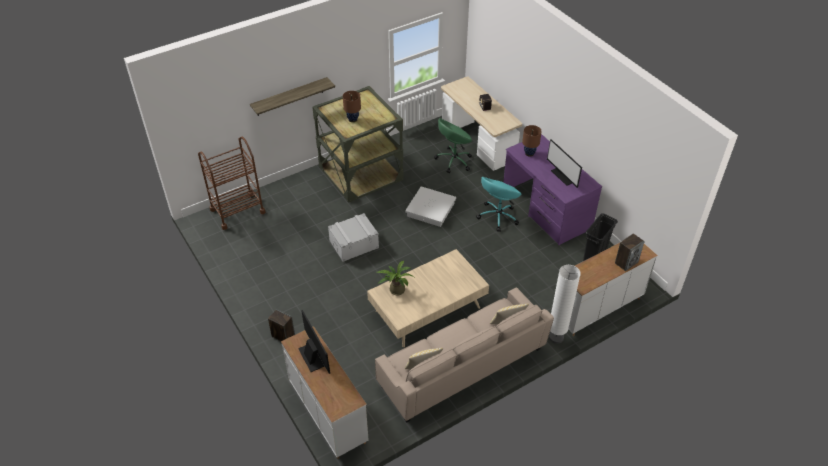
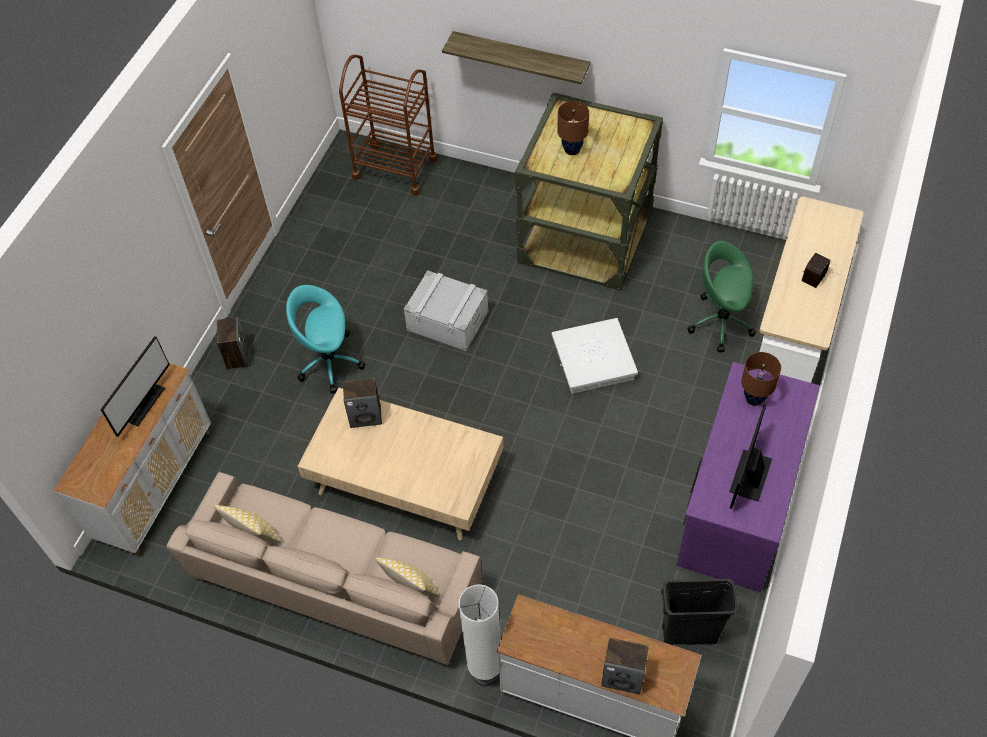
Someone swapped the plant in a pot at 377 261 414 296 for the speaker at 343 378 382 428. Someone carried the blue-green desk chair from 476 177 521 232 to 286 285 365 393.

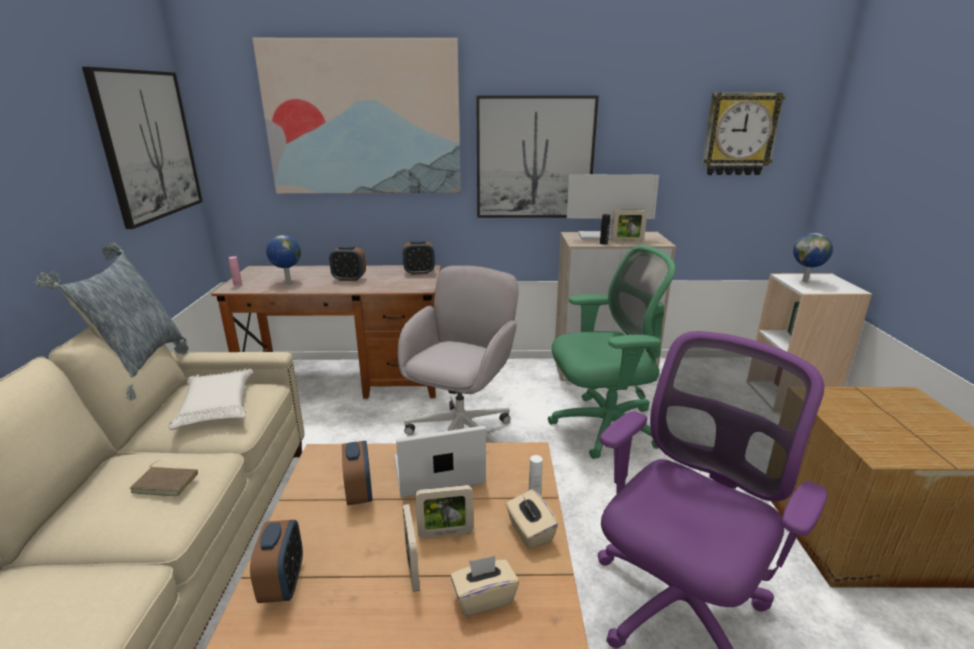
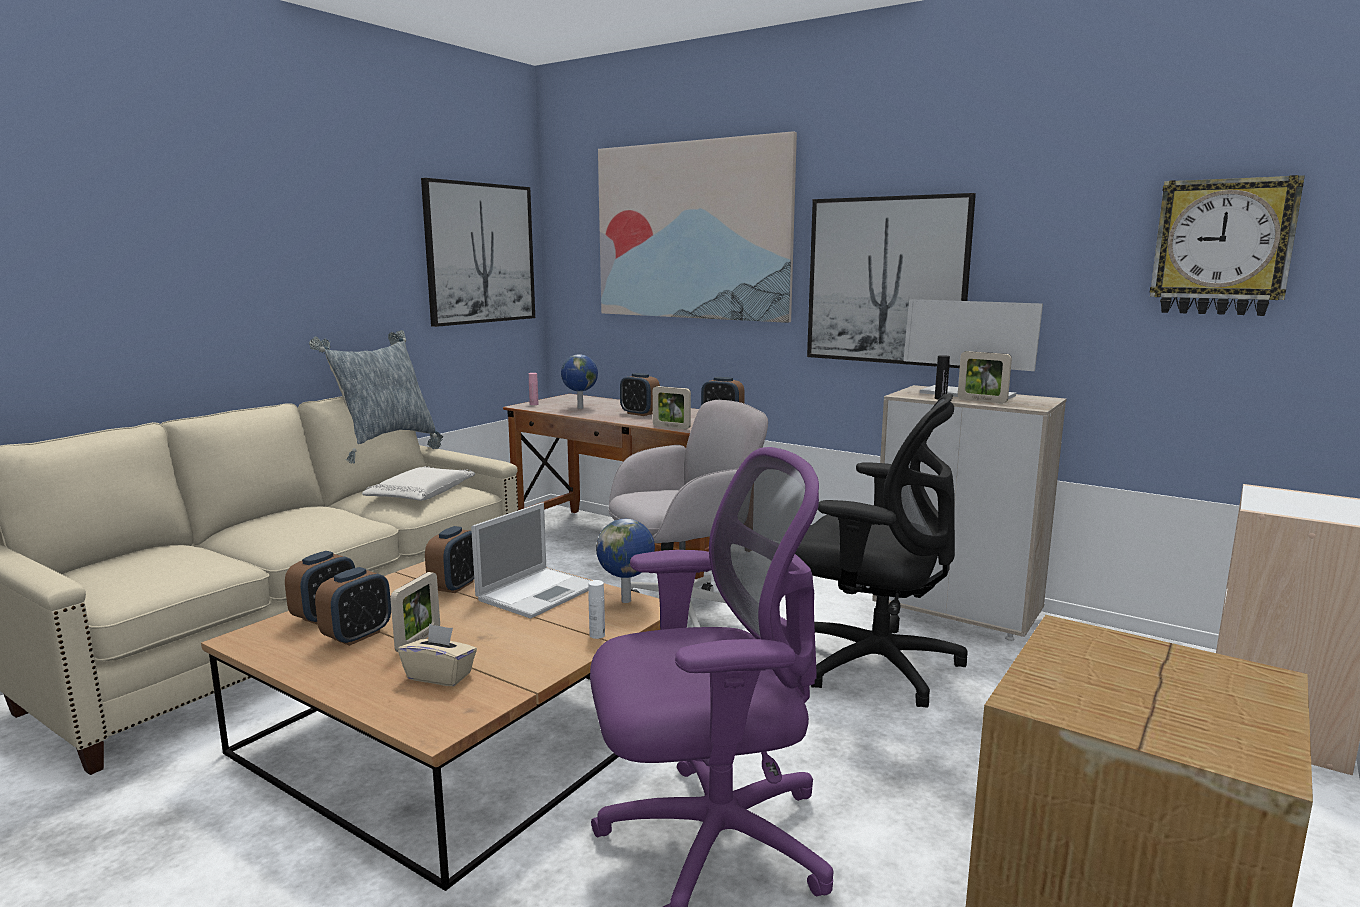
Someone took away the brown book at 130 461 198 496. Someone rotated the notebook computer at 394 426 486 498 by 105 degrees clockwise. Someone carried the picture frame from 415 485 473 538 to 653 386 691 429. Someone took away the beige tissue box at 505 489 558 549. Someone repainted the green-coloured desk chair at 548 245 675 459, which became the black-coloured desk chair at 795 393 968 708. Someone carried the world globe from 793 233 833 282 to 596 519 655 603. Someone put down the alarm clock at 315 567 391 646.

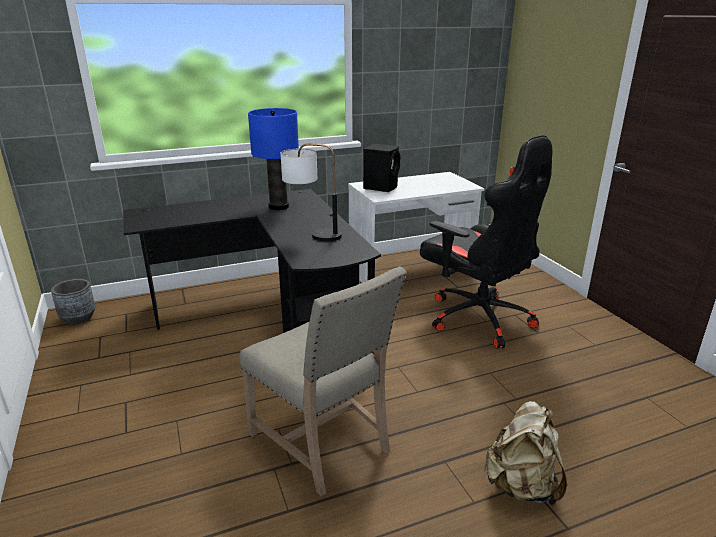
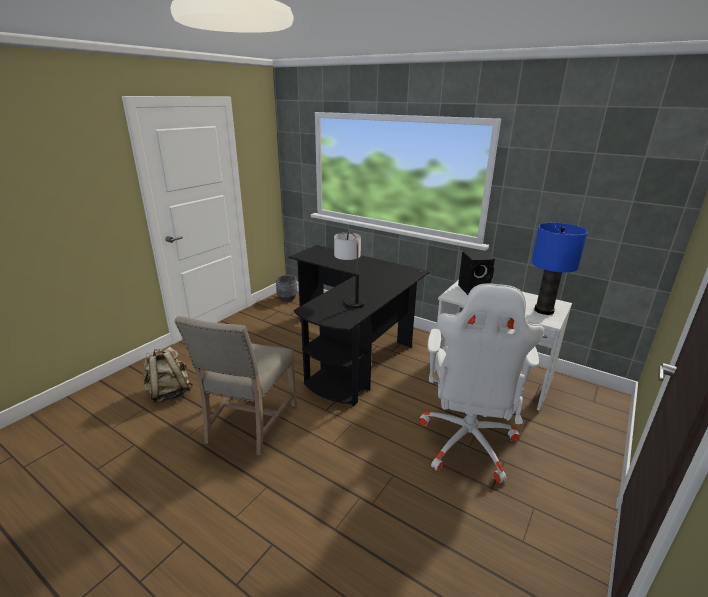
Someone carried the blue lamp for a table from 248 108 299 210 to 532 223 588 315. Someone repainted the black-coloured desk chair at 420 135 552 348, which became the white-coloured desk chair at 419 283 544 483. Someone carried the beige rucksack from 484 401 567 506 to 143 347 193 403.

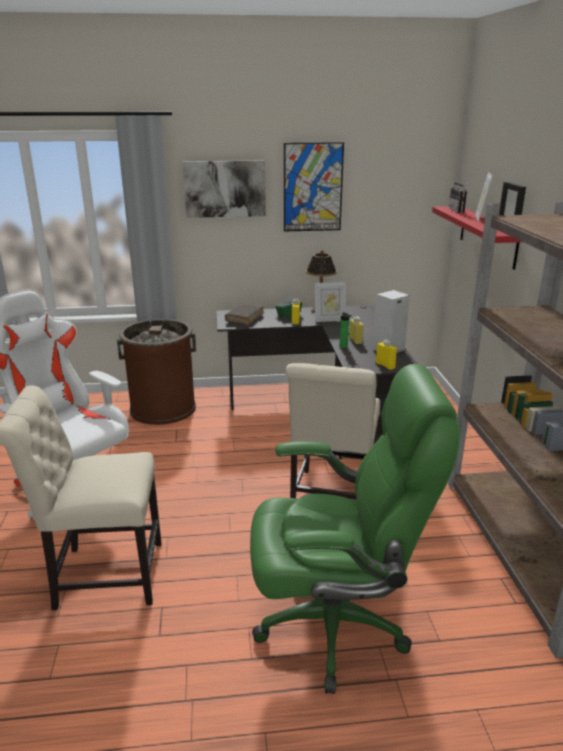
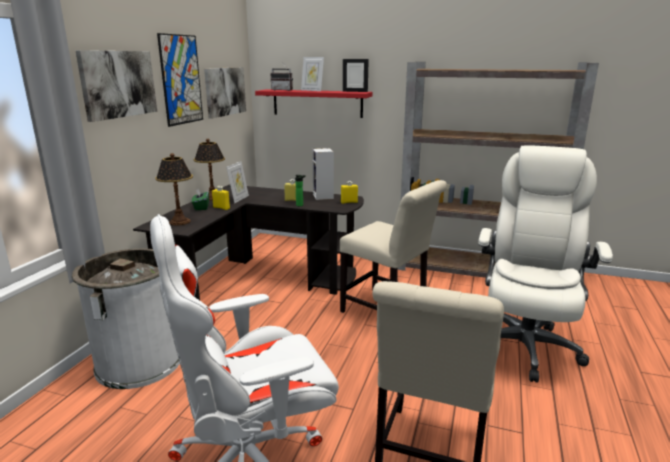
Someone repainted the brown waste bin at 117 319 196 425, which became the white-coloured waste bin at 72 248 181 389. Someone swapped the brown book at 225 304 264 325 for the lamp for a table at 155 153 193 226. Someone repainted the green-coloured desk chair at 250 364 460 694, which became the white-coloured desk chair at 478 145 613 383. Someone put up the wall art at 204 67 246 119.

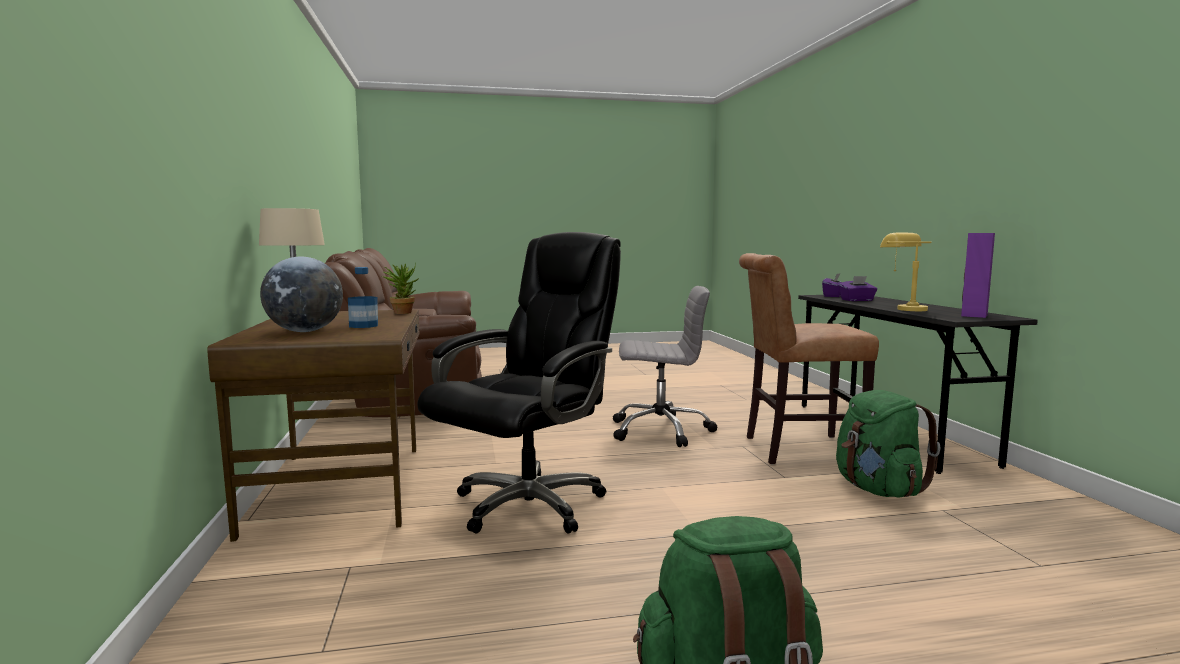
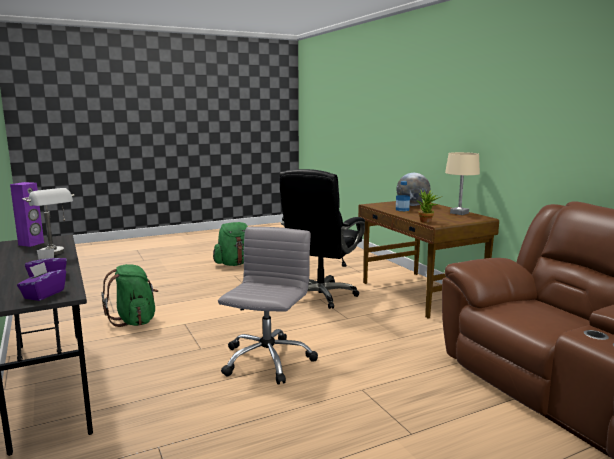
Someone rotated the greyish desk chair at 613 286 717 447 by 120 degrees clockwise. Someone took away the brown chair at 739 253 879 464. Someone repainted the yellow lamp for a table at 880 233 931 311, which became the greyish lamp for a table at 22 188 74 255.

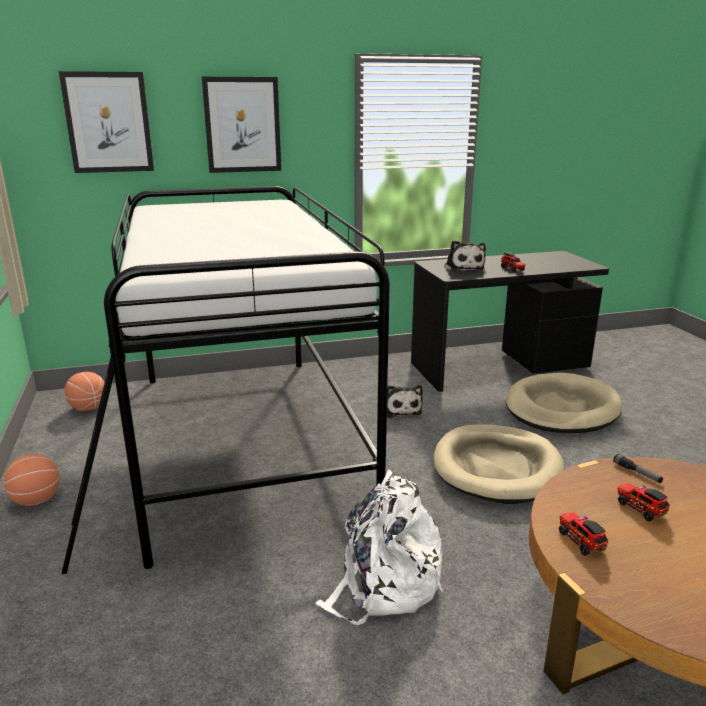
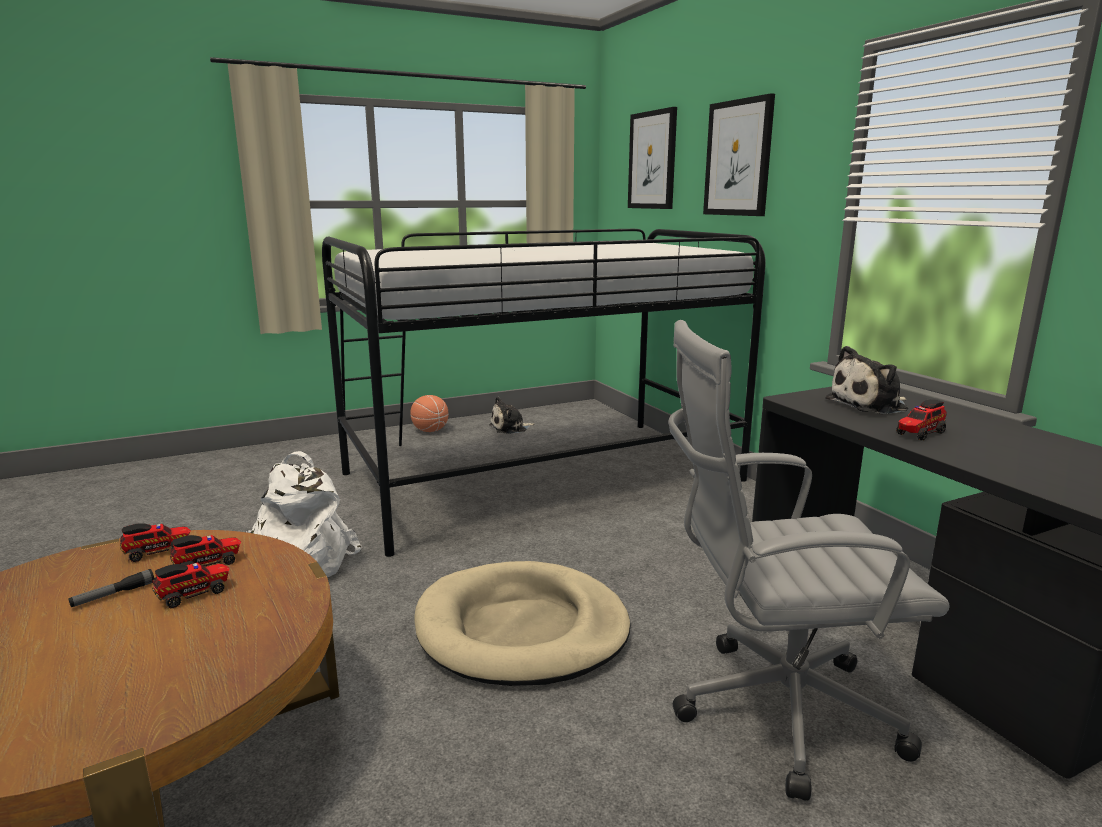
Someone took away the basketball ball at 64 372 105 411. Someone carried the cuddly toy from 387 385 423 418 to 489 397 534 434. Someone swapped the beige dog bed at 506 373 622 433 for the greyish desk chair at 669 320 949 801. Someone carried the torch from 613 454 663 483 to 69 569 154 607. Someone put down the model truck at 170 535 241 567.

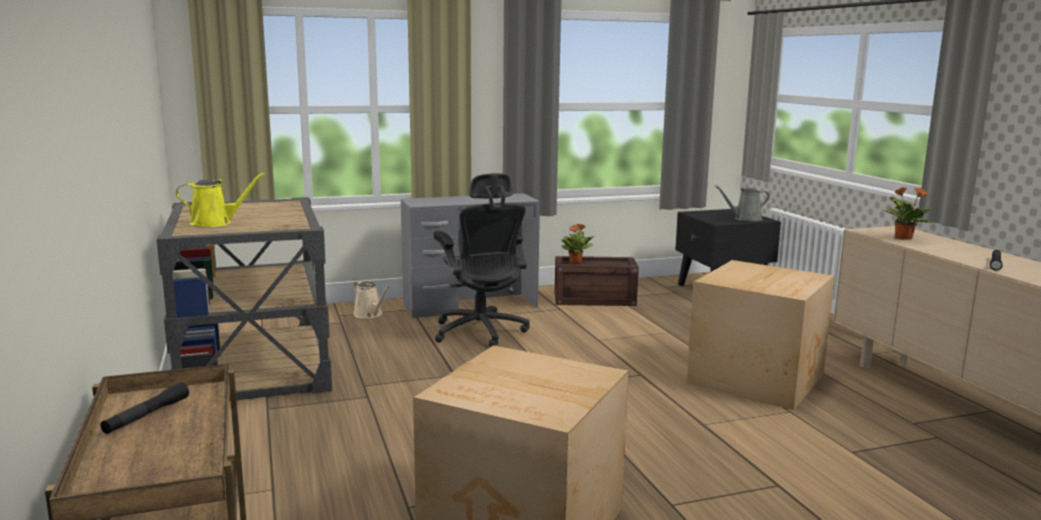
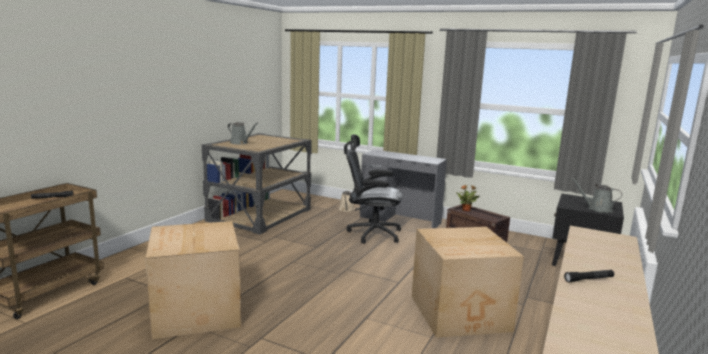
Someone repainted the yellow sprinkling can at 176 173 265 227, which became the greyish sprinkling can at 228 122 258 144. Someone rotated the desk chair at 434 173 530 347 by 75 degrees clockwise. Someone took away the plant in a pot at 883 187 934 240.

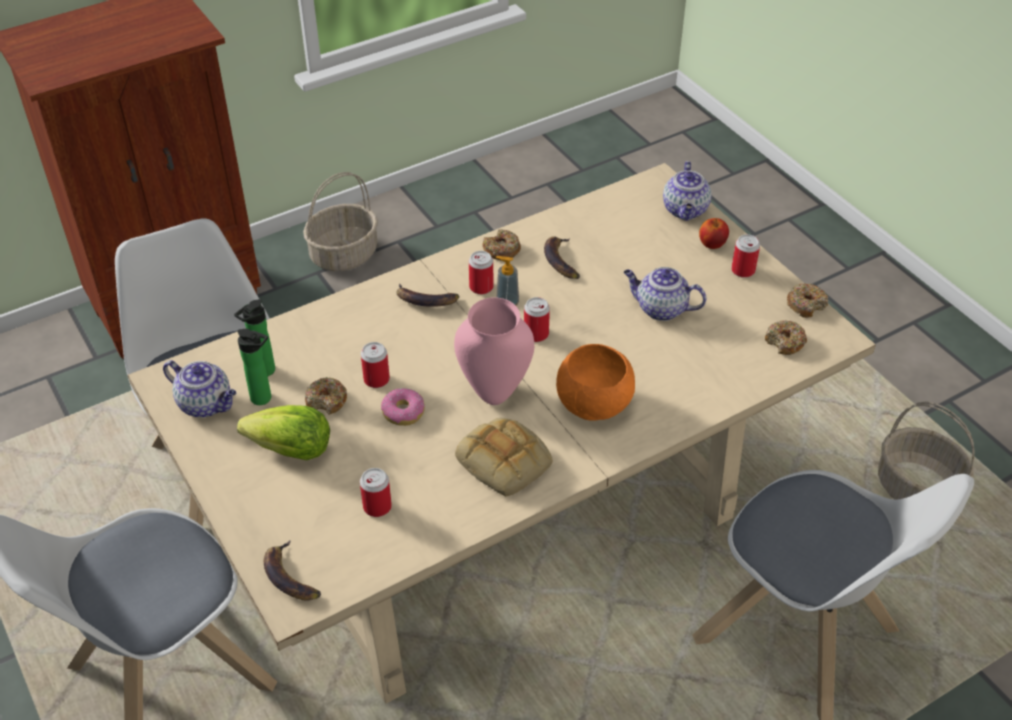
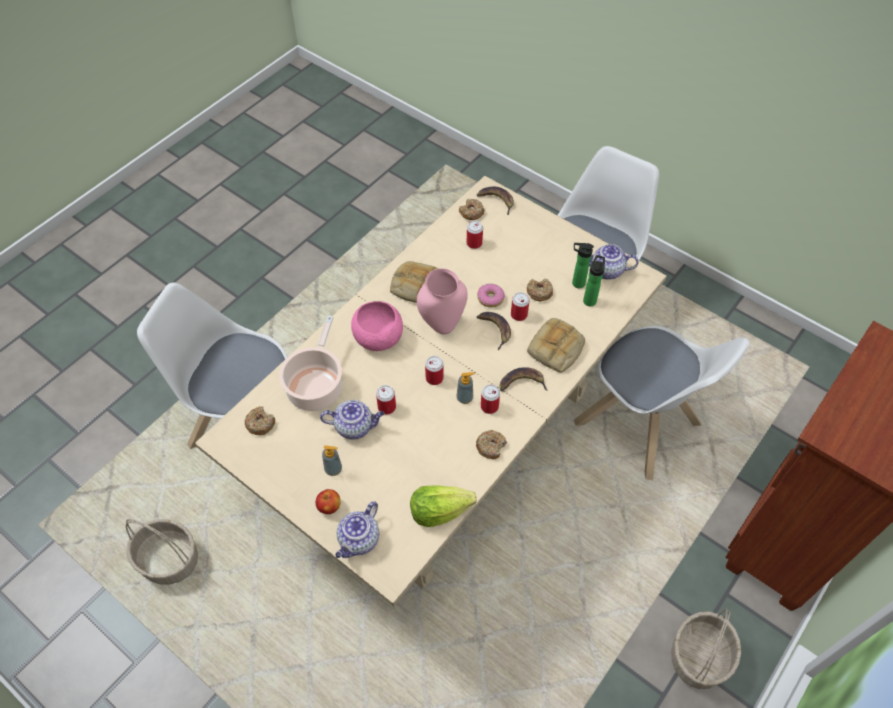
Someone carried the lettuce head from 237 405 330 460 to 410 486 477 527. Someone carried the banana fruit from 544 236 580 279 to 477 312 511 350. Someone repainted the orange-coloured deep dish at 556 344 635 421, which became the pink deep dish at 351 301 403 351. Someone rotated the pot for tea at 663 161 712 221 by 135 degrees counterclockwise. Someone carried the can from 731 234 760 278 to 376 385 396 415. Someone carried the doughnut from 787 283 828 318 to 459 199 484 220. Someone put down the cooking pot at 279 316 342 411. Someone put down the soap bottle at 322 445 342 476. Someone put down the bakery bread at 527 318 585 373.

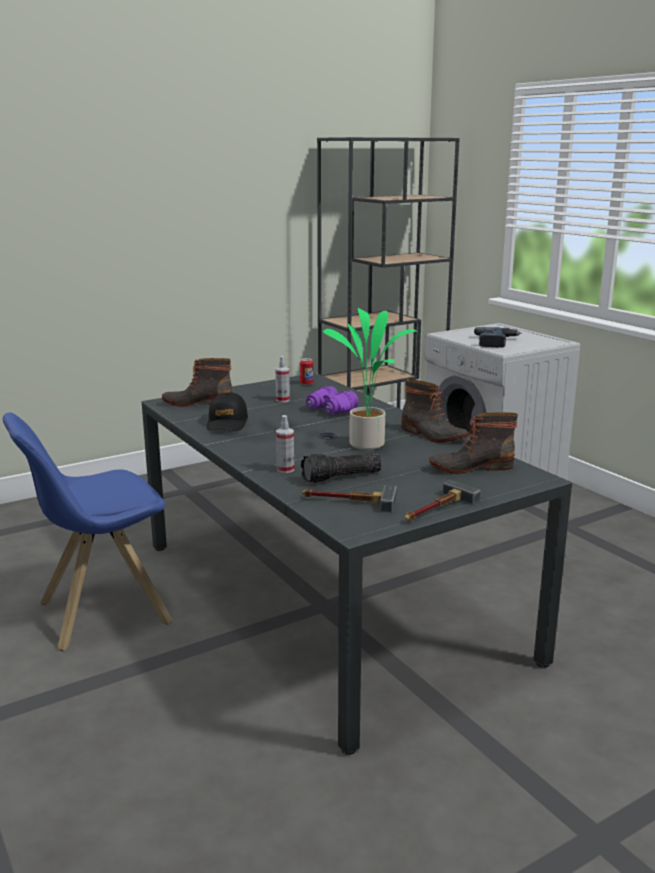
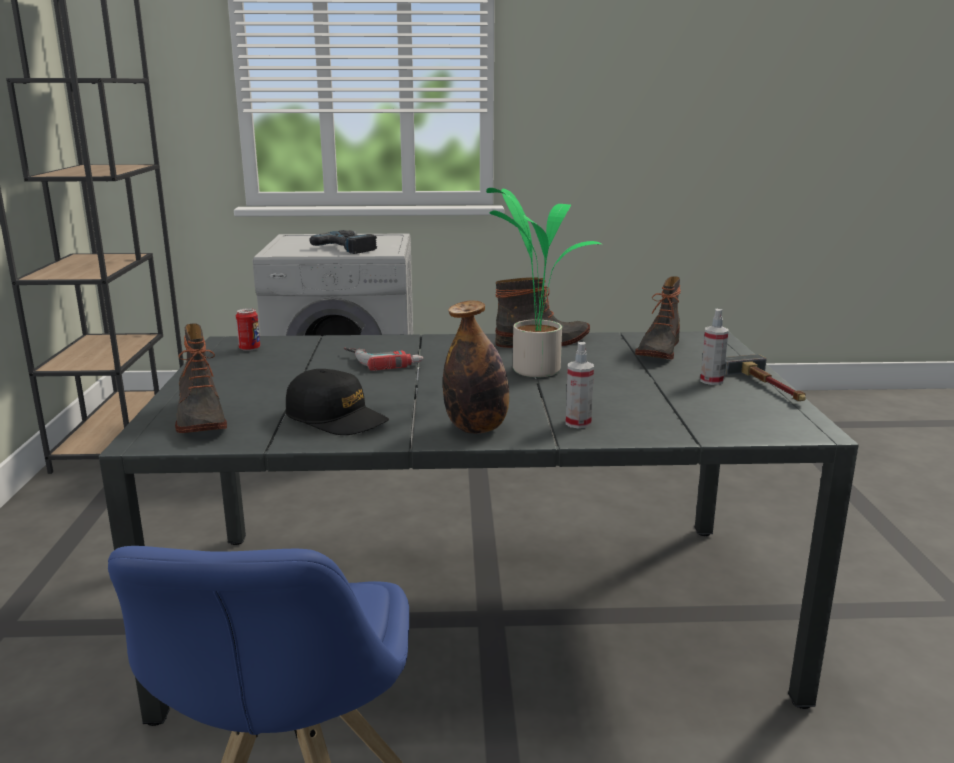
Someone rotated the high-top boot at 162 358 232 407 by 45 degrees counterclockwise. Someone carried the hand sprayer from 275 356 290 402 to 700 309 729 385. Someone took away the torch at 301 453 382 483. Someone took away the tool hammer at 302 485 397 512. Someone swapped the purple pair of binoculars at 306 386 359 414 for the power drill at 344 347 424 371. Someone put down the bottle at 443 300 509 434.

